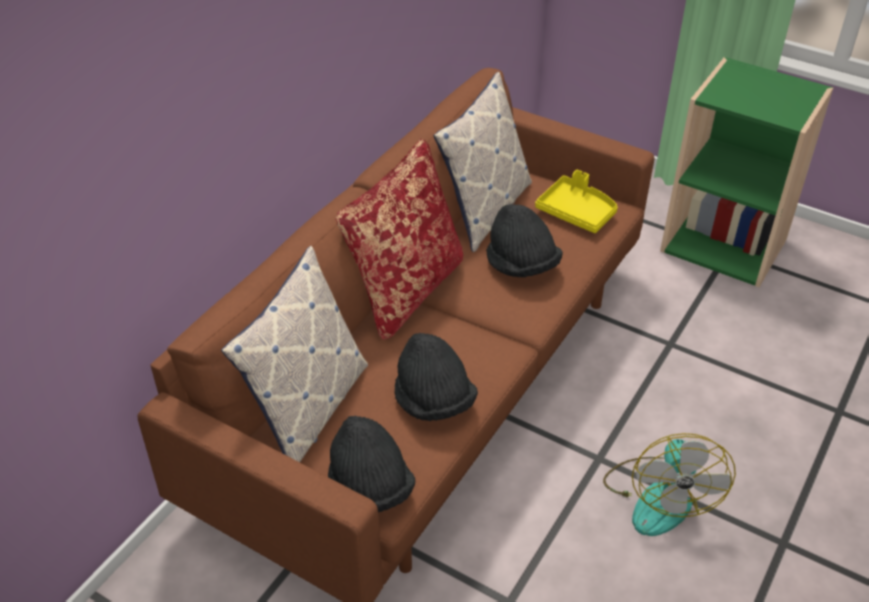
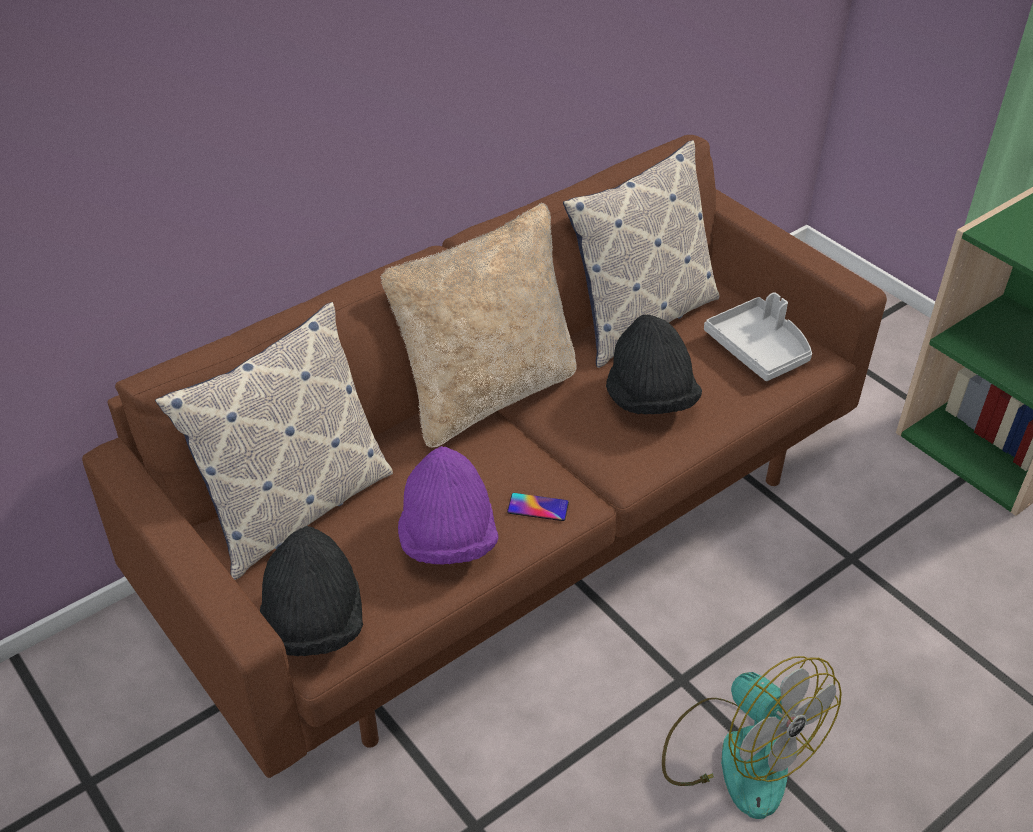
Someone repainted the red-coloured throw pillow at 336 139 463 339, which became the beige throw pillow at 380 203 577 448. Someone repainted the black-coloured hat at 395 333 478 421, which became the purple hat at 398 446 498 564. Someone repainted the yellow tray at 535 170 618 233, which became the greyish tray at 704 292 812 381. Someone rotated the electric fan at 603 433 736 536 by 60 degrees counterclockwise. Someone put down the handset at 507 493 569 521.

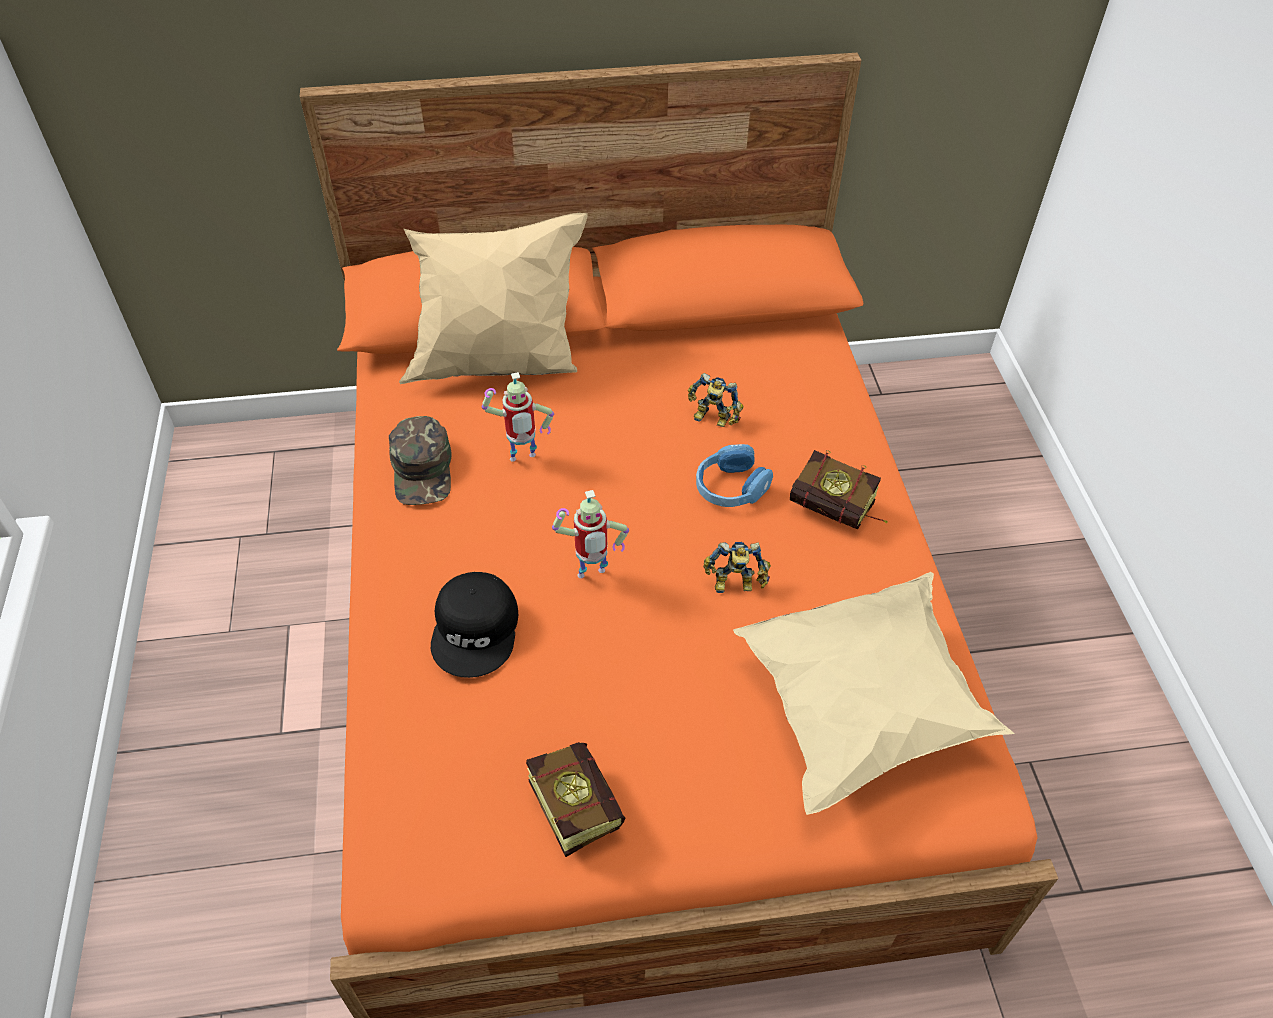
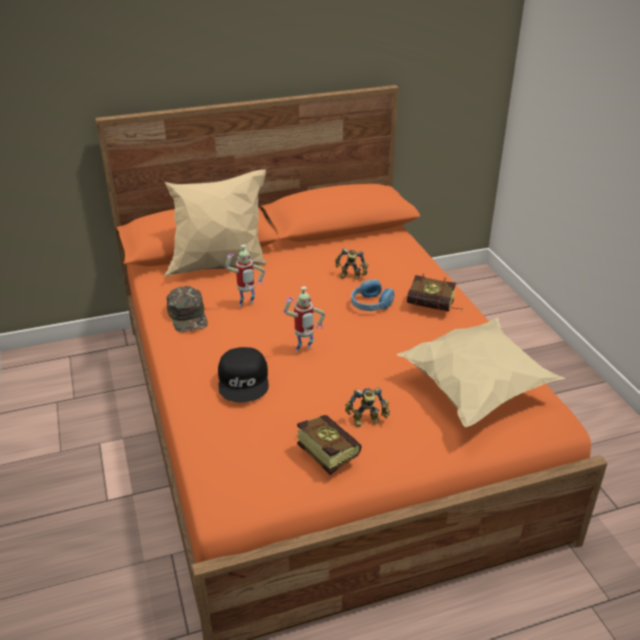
Someone carried the model robot from 703 542 771 593 to 345 387 390 427.

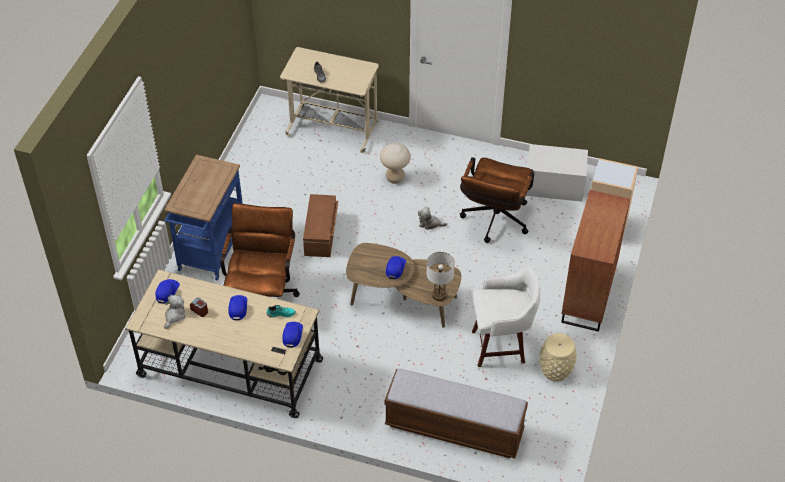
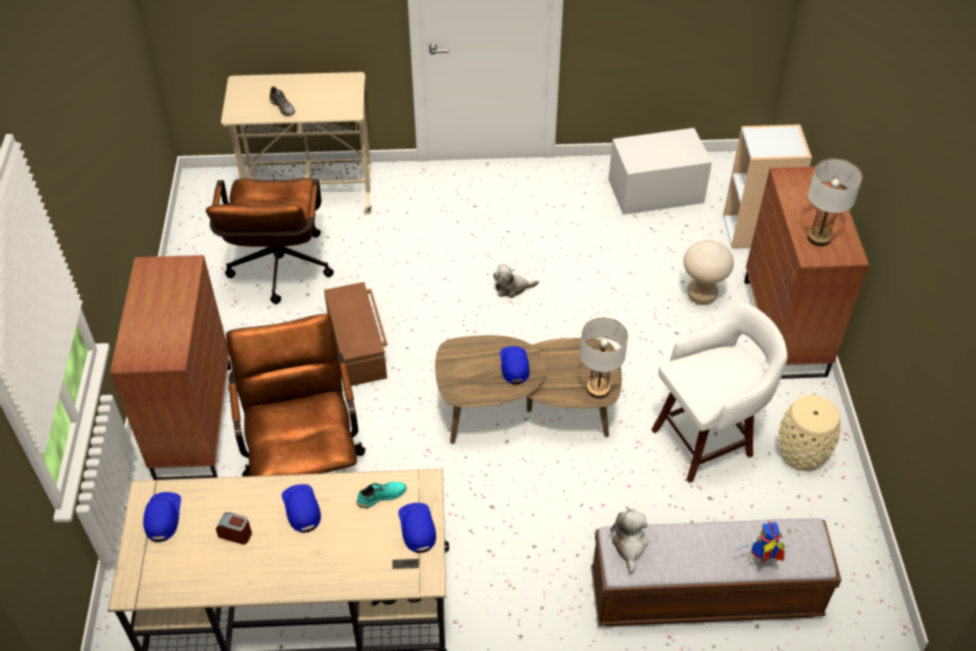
Someone swapped the blue wheeled cart at 164 155 243 280 for the brown dresser at 110 255 231 480. Someone carried the cuddly toy from 164 295 185 329 to 610 509 649 573. Someone carried the beige sitting stool from 380 143 411 184 to 684 240 734 305. Someone carried the brown desk chair from 460 157 534 243 to 206 178 334 304. Someone put down the model robot at 734 521 798 565. Someone put down the lamp for a table at 807 159 862 246.

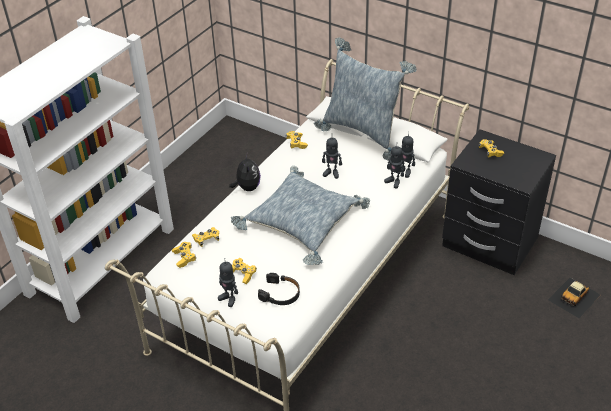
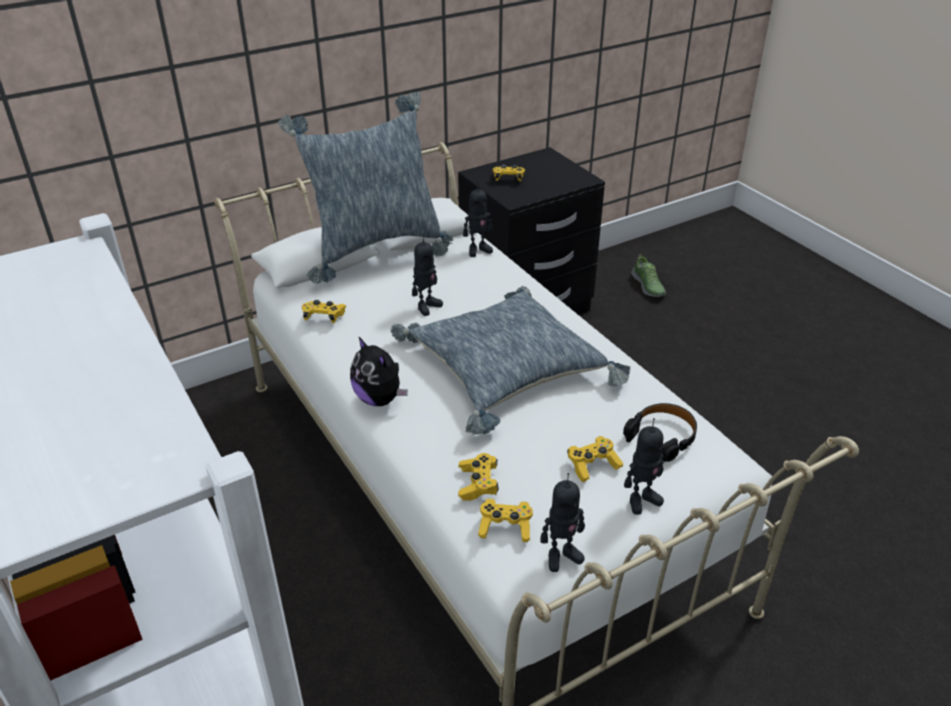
Someone rotated the cuddly toy at 229 154 261 191 by 150 degrees counterclockwise. Someone carried the model robot from 384 146 404 188 to 540 473 585 572. Someone swapped the model car at 548 278 601 318 for the shoe at 631 254 666 297.

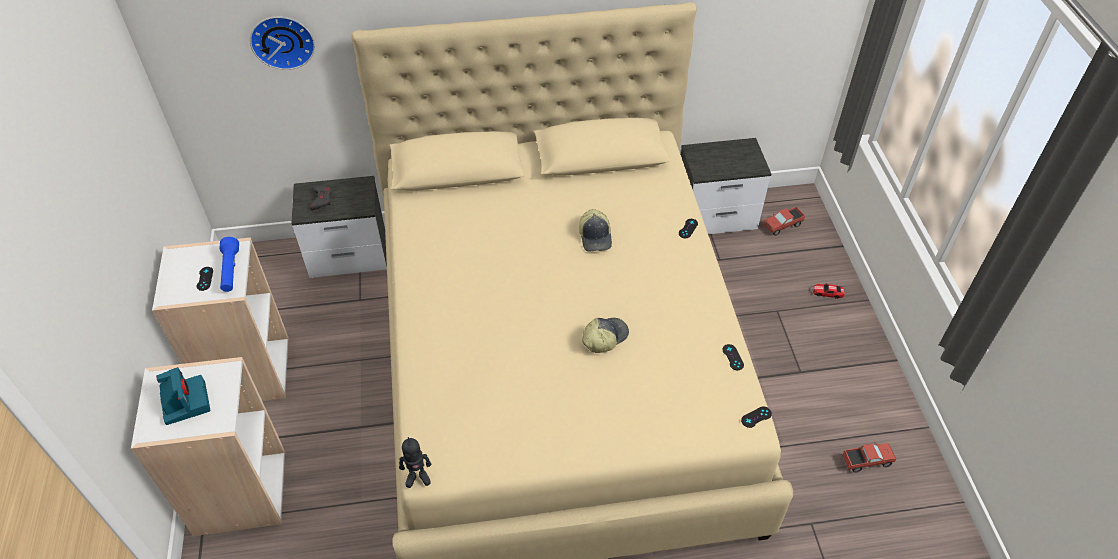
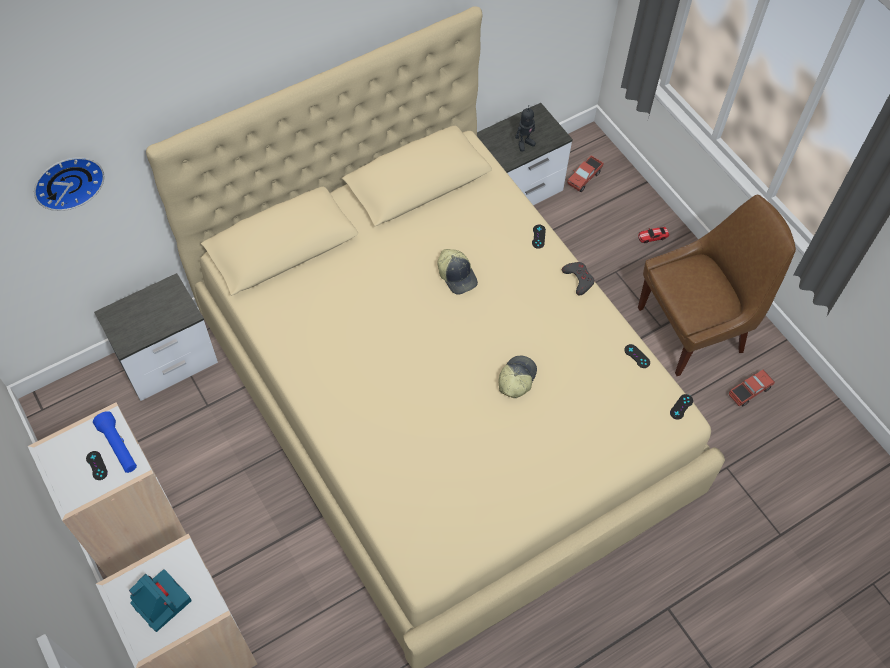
Someone carried the greyish joypad from 310 185 332 210 to 562 262 595 296. Someone carried the model robot from 399 437 432 488 to 515 105 536 152. Someone put down the brown chair at 638 195 796 376.

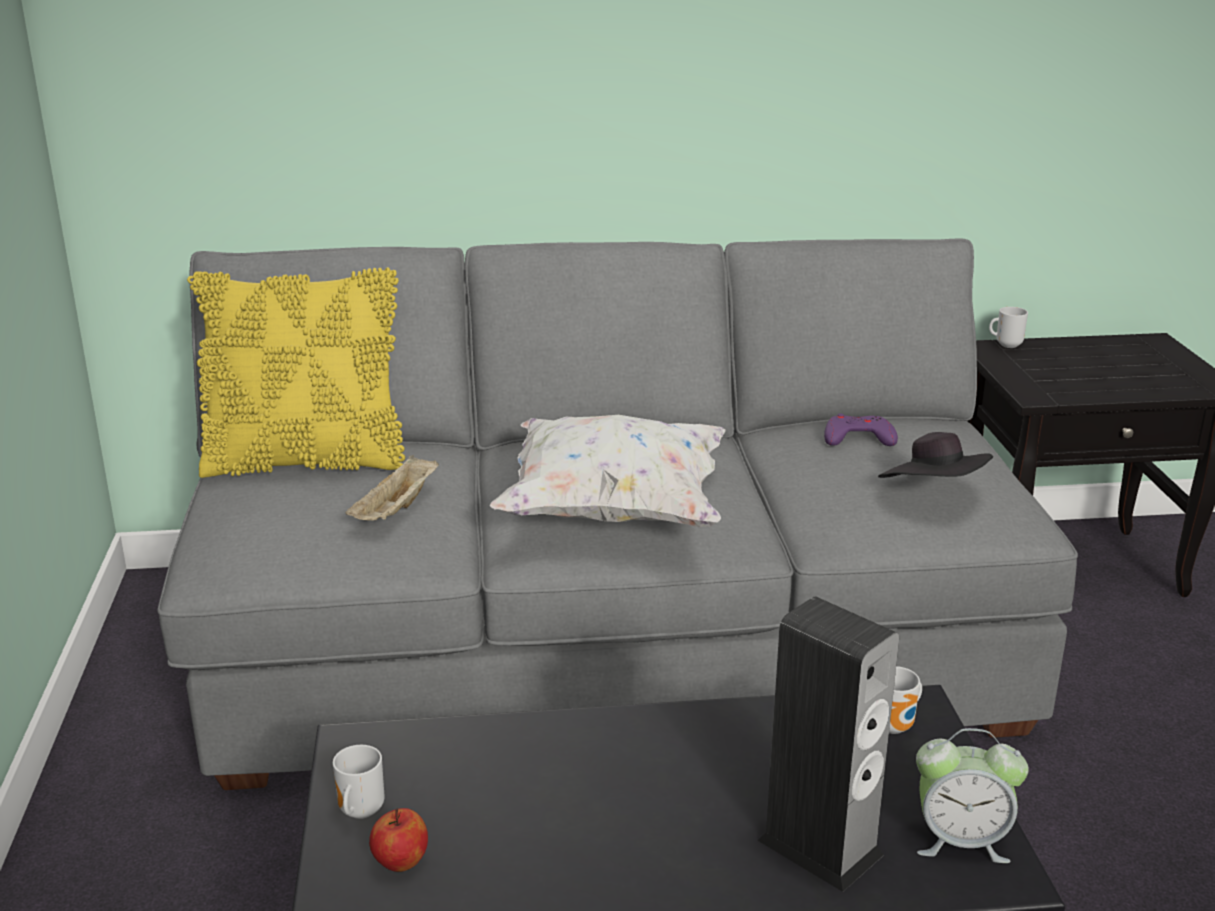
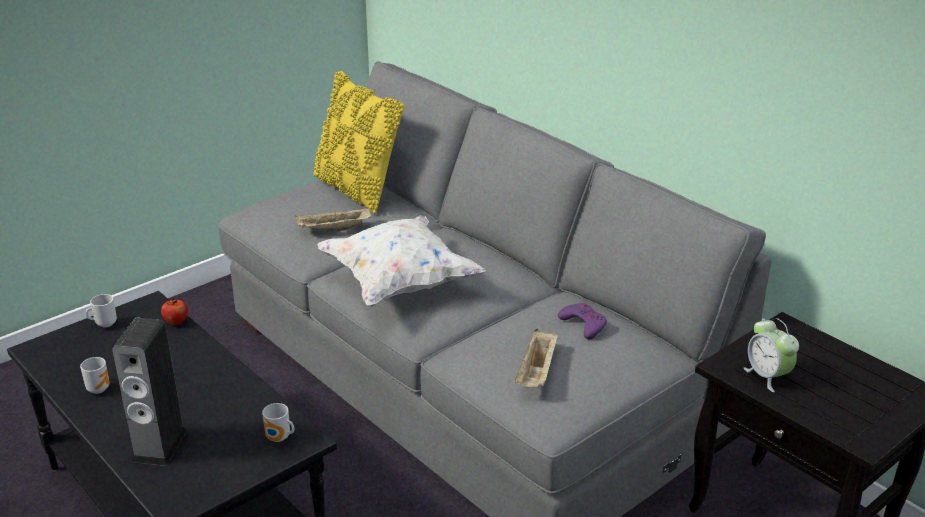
Someone carried the apple fruit from 369 808 428 872 to 161 298 188 326. Someone swapped the black-coloured hat at 878 432 993 478 for the beige tray at 515 329 558 387. Someone carried the alarm clock from 916 728 1029 863 to 743 318 799 392. Someone carried the tea mug from 989 307 1028 348 to 80 357 109 394.

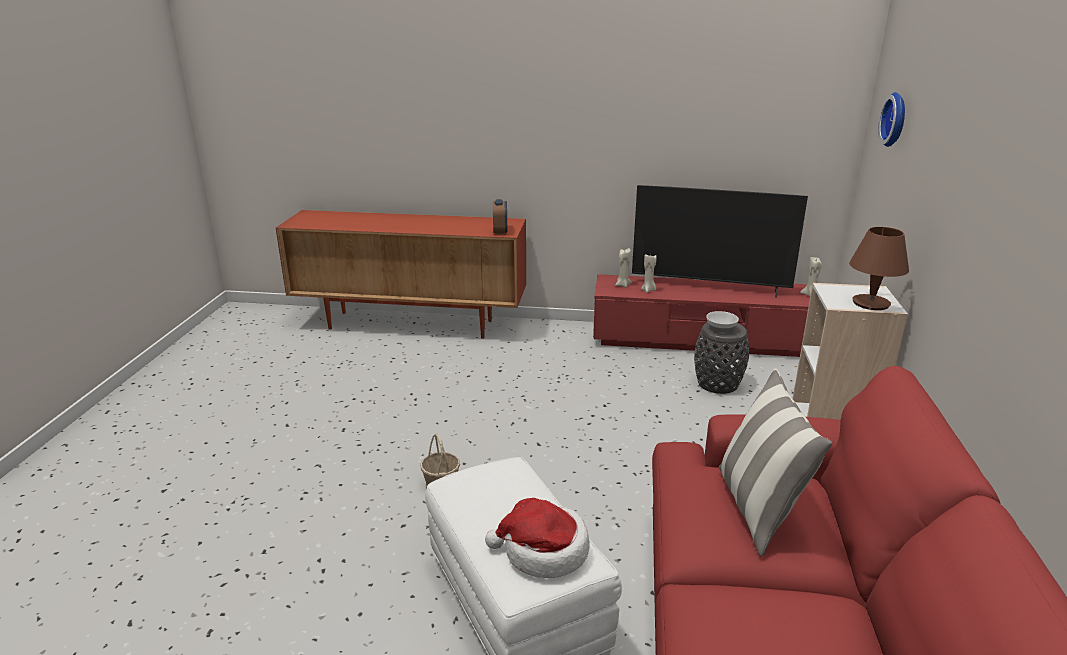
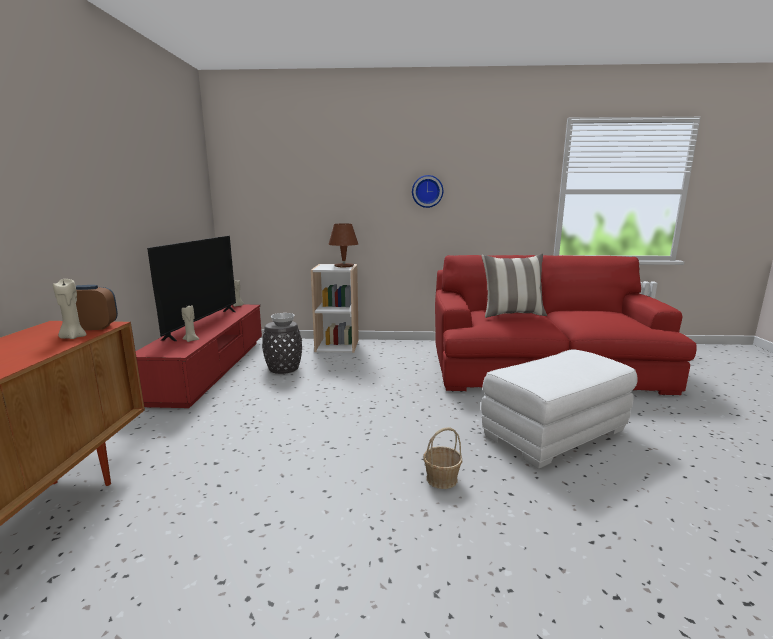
Someone took away the hat at 485 498 590 578. Someone carried the beige wax candle from 615 248 632 288 to 53 279 87 339. Someone carried the wall clock from 878 92 905 147 to 412 175 443 208.

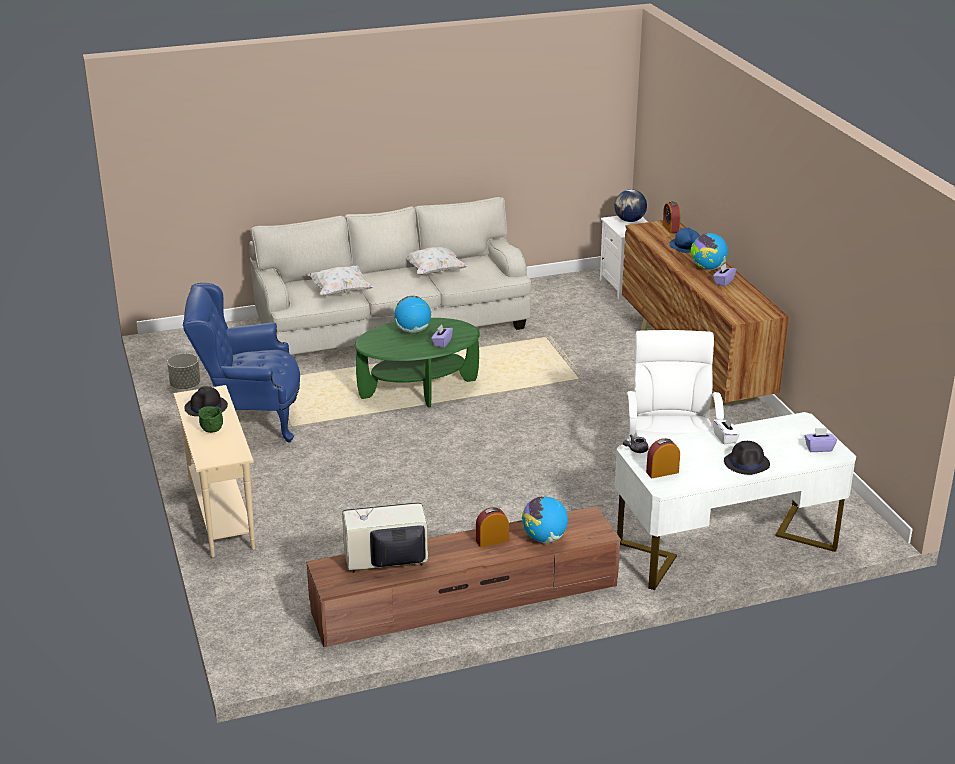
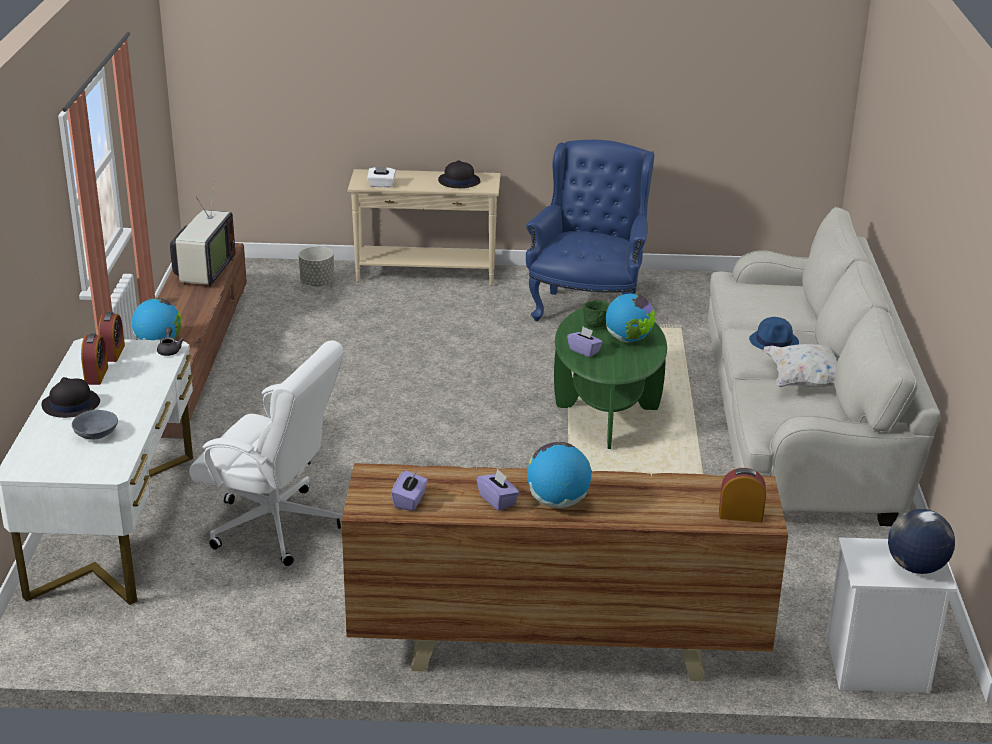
Someone carried the greyish planter from 167 353 200 389 to 299 246 335 286. Someone carried the green-coloured deep dish from 198 406 223 433 to 583 300 610 328. Someone took away the white-coloured throw pillow at 307 266 374 296. Someone carried the alarm clock from 476 507 509 547 to 81 333 108 385. Someone carried the blue hat from 669 228 700 253 to 749 317 799 350. Someone carried the white-coloured tissue box from 713 417 740 444 to 367 166 396 188. Someone carried the purple tissue box from 805 428 837 452 to 391 471 428 511. Someone put down the greyish deep dish at 72 410 118 439.

